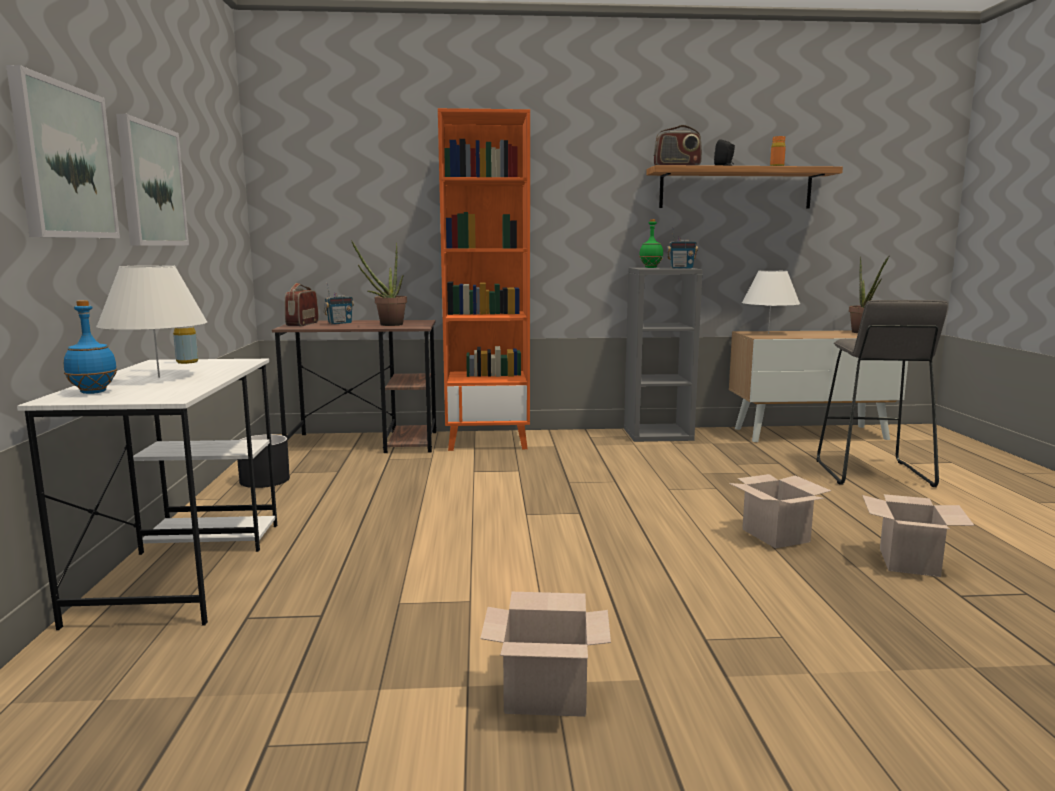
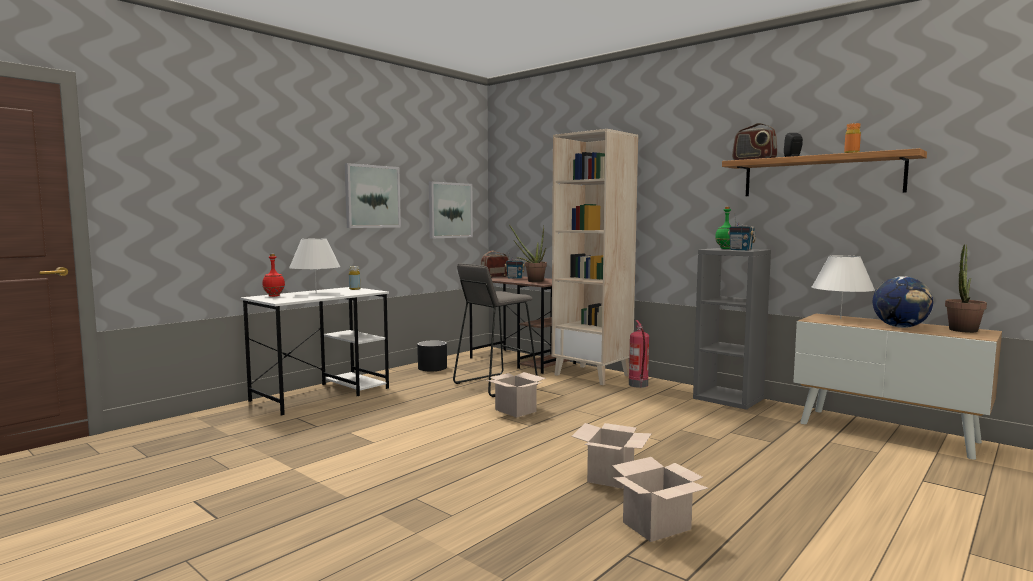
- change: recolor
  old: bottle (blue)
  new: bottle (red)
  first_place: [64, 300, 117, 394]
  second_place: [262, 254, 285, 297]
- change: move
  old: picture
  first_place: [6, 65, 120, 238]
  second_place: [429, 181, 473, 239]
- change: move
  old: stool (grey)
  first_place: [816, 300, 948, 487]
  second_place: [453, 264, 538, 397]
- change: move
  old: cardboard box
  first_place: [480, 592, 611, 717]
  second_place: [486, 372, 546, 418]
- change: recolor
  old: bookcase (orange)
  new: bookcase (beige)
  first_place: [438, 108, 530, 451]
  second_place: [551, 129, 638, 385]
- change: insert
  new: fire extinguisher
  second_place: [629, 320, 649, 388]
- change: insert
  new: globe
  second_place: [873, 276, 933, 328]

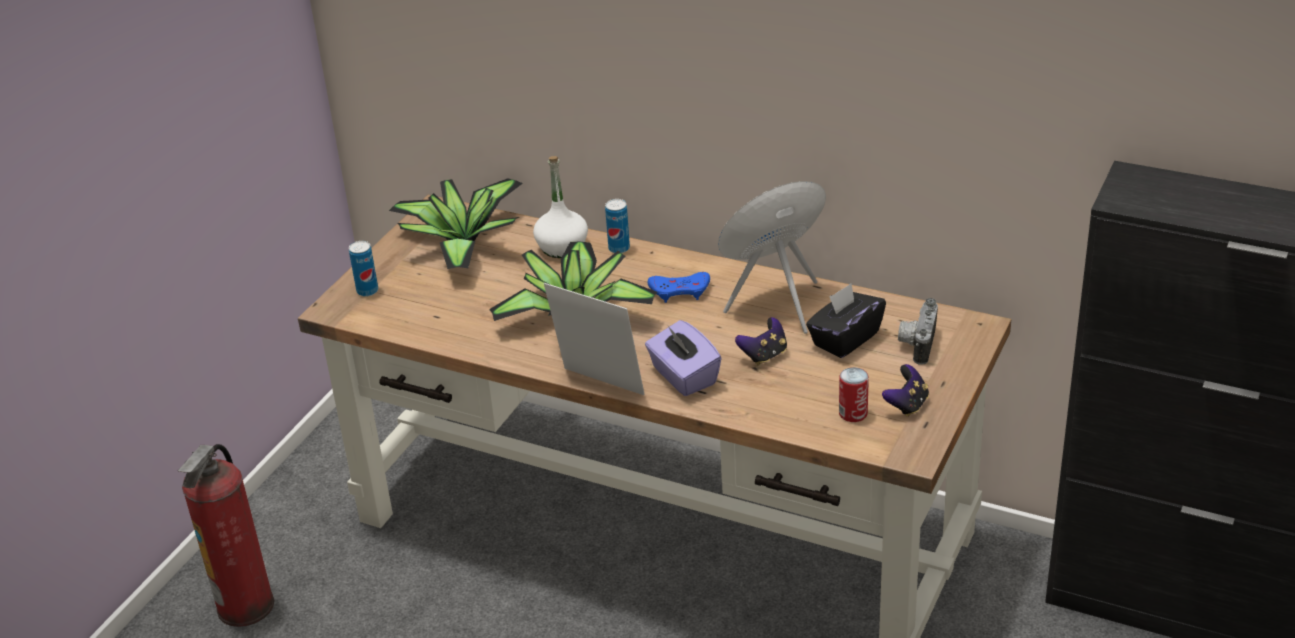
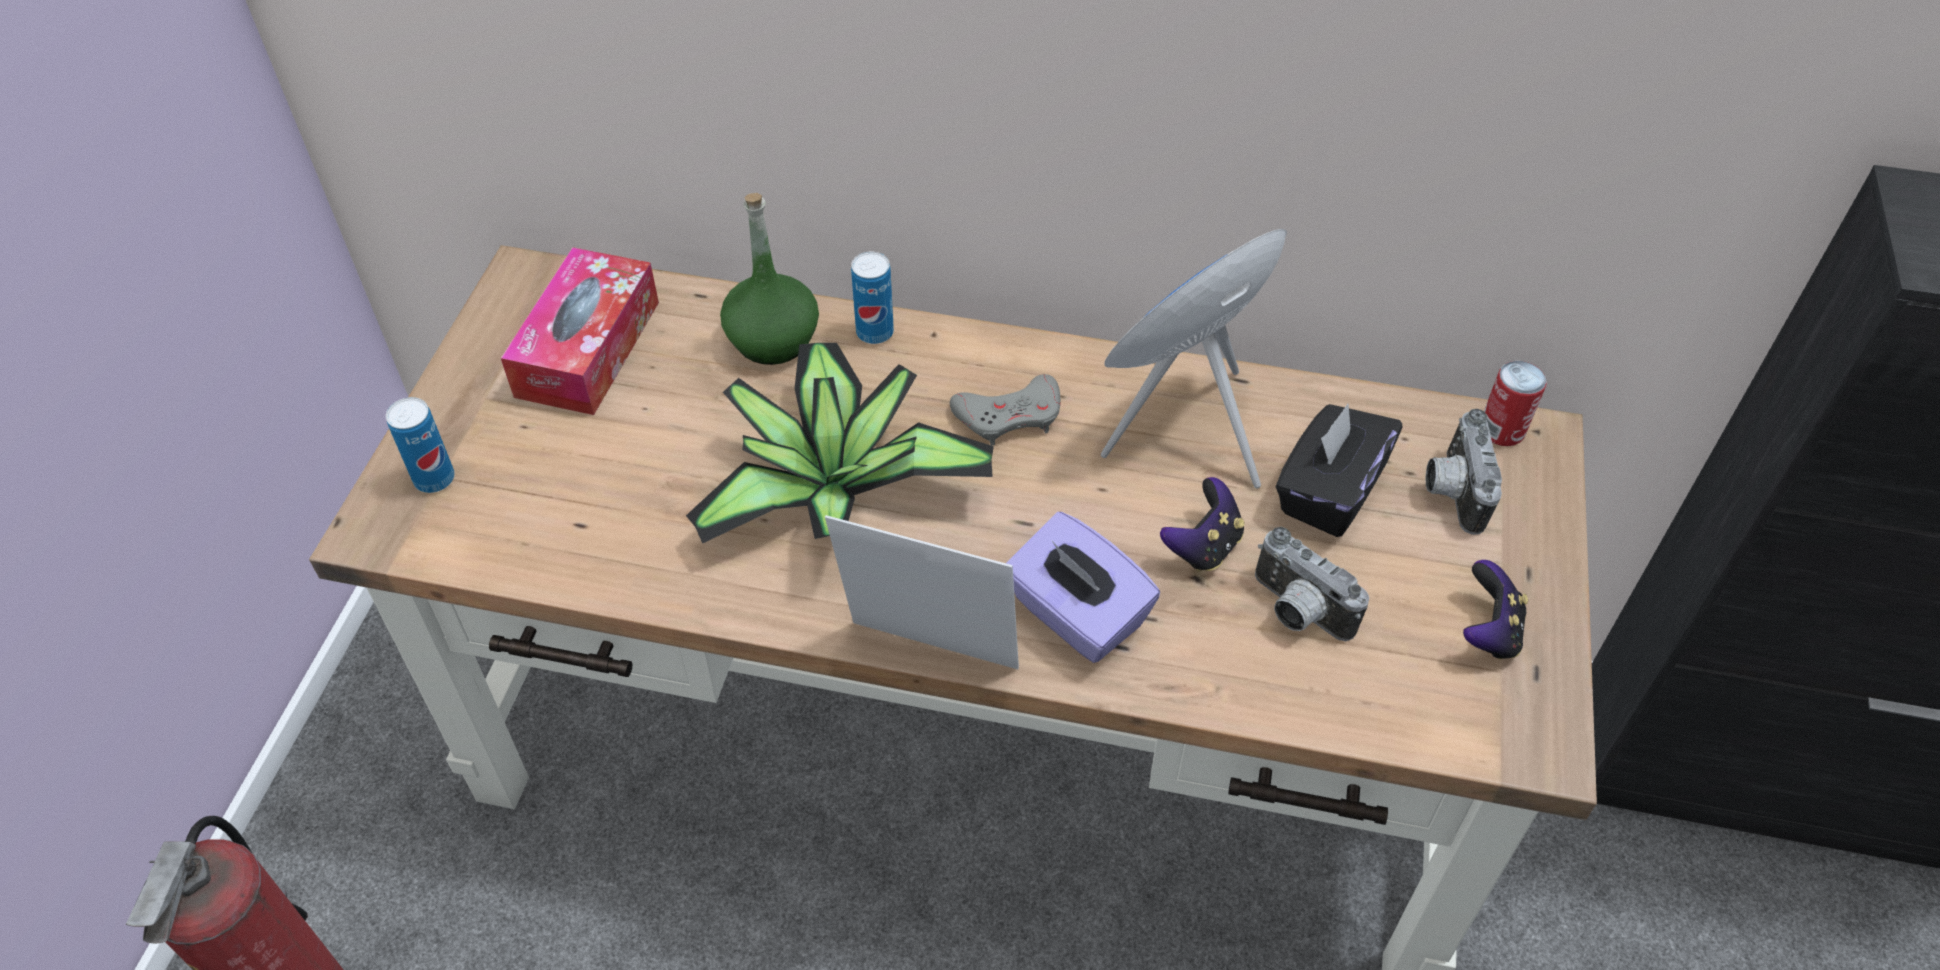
- change: replace
  old: potted plant
  new: tissue box
  first_place: [389, 178, 523, 269]
  second_place: [501, 247, 659, 415]
- change: recolor
  old: bottle (white)
  new: bottle (green)
  first_place: [533, 156, 588, 258]
  second_place: [720, 193, 819, 365]
- change: recolor
  old: game controller (blue)
  new: game controller (grey)
  first_place: [648, 272, 710, 303]
  second_place: [950, 374, 1061, 446]
- change: insert
  new: photo camera
  second_place: [1255, 527, 1369, 641]
- change: move
  old: can
  first_place: [839, 367, 869, 422]
  second_place: [1484, 361, 1547, 446]

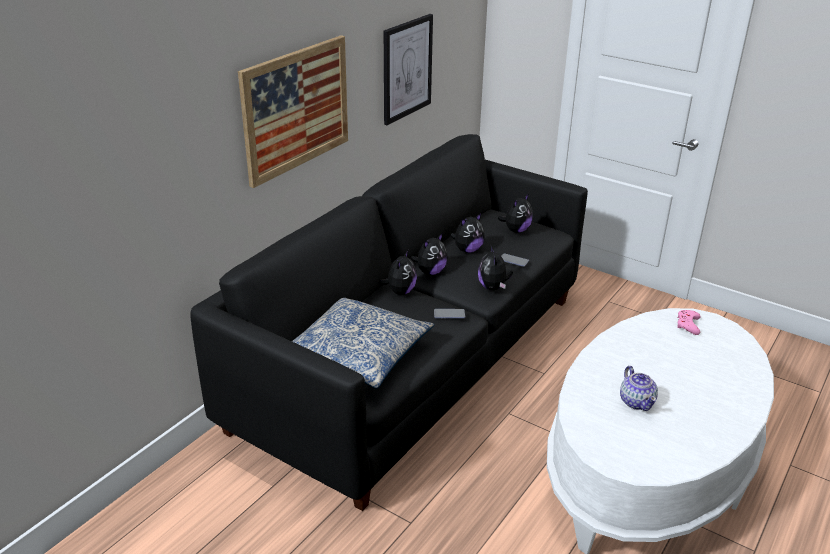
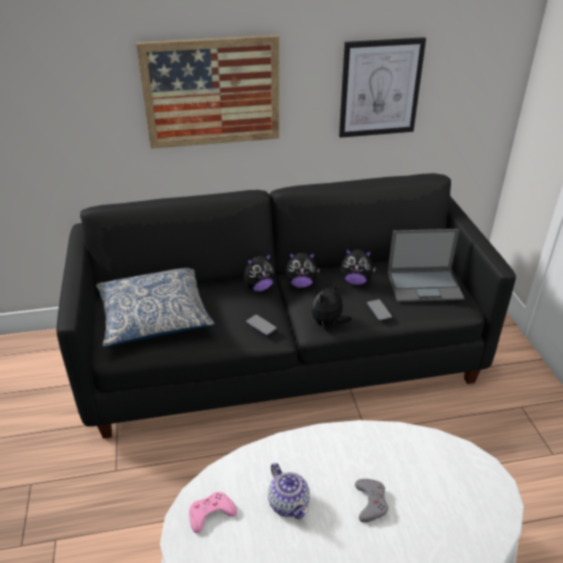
- change: move
  old: game controller (pink)
  first_place: [677, 310, 701, 335]
  second_place: [189, 492, 237, 533]
- change: rotate
  old: teapot
  first_place: [620, 366, 658, 411]
  second_place: [268, 463, 310, 519]
  degrees: -60
- change: insert
  new: game controller (grey)
  second_place: [355, 479, 388, 523]
- change: replace
  old: plush toy
  new: laptop
  first_place: [498, 193, 533, 233]
  second_place: [388, 229, 464, 302]

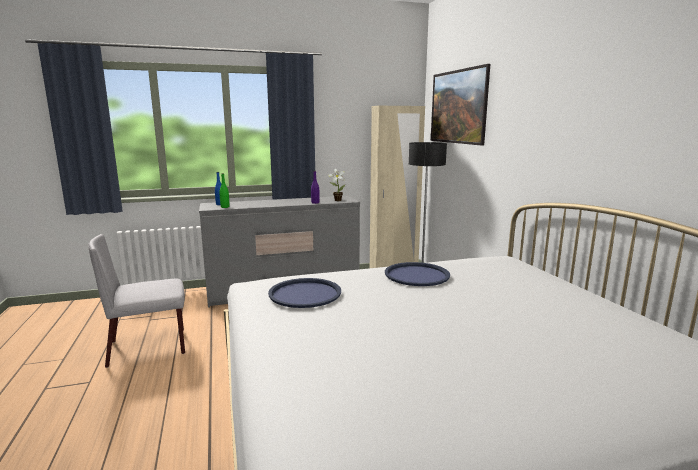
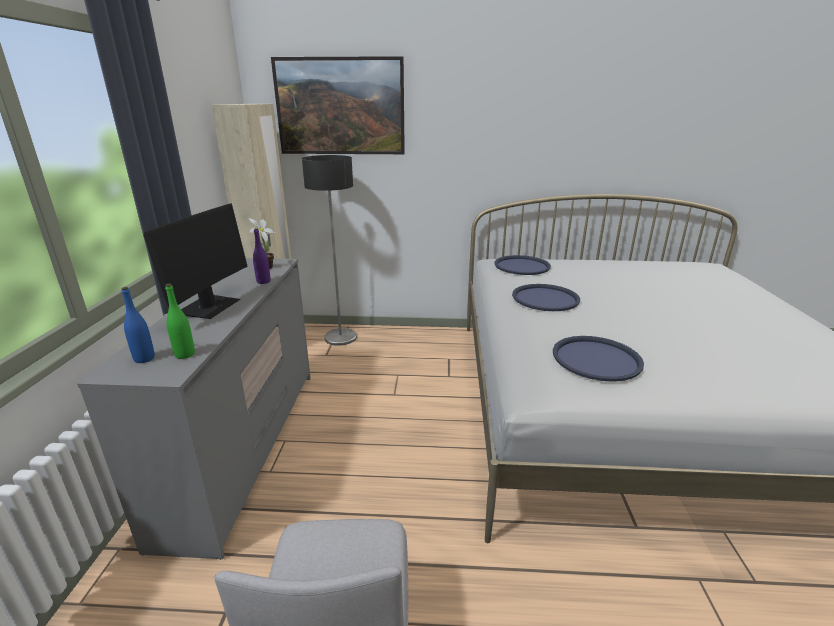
- change: insert
  new: monitor
  second_place: [144, 203, 248, 319]
- change: insert
  new: tray (blue)
  second_place: [494, 255, 551, 275]

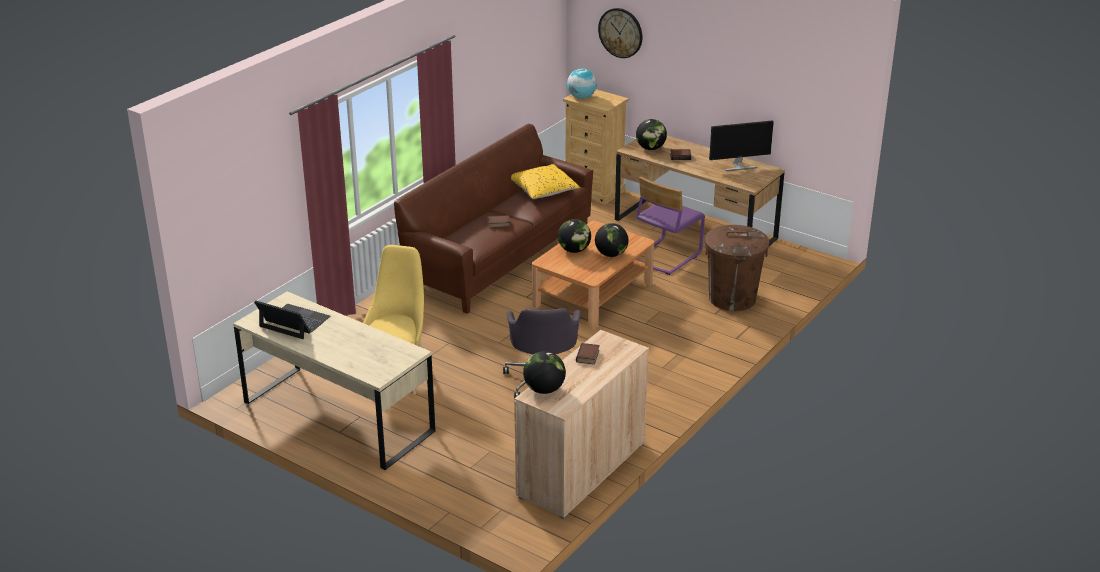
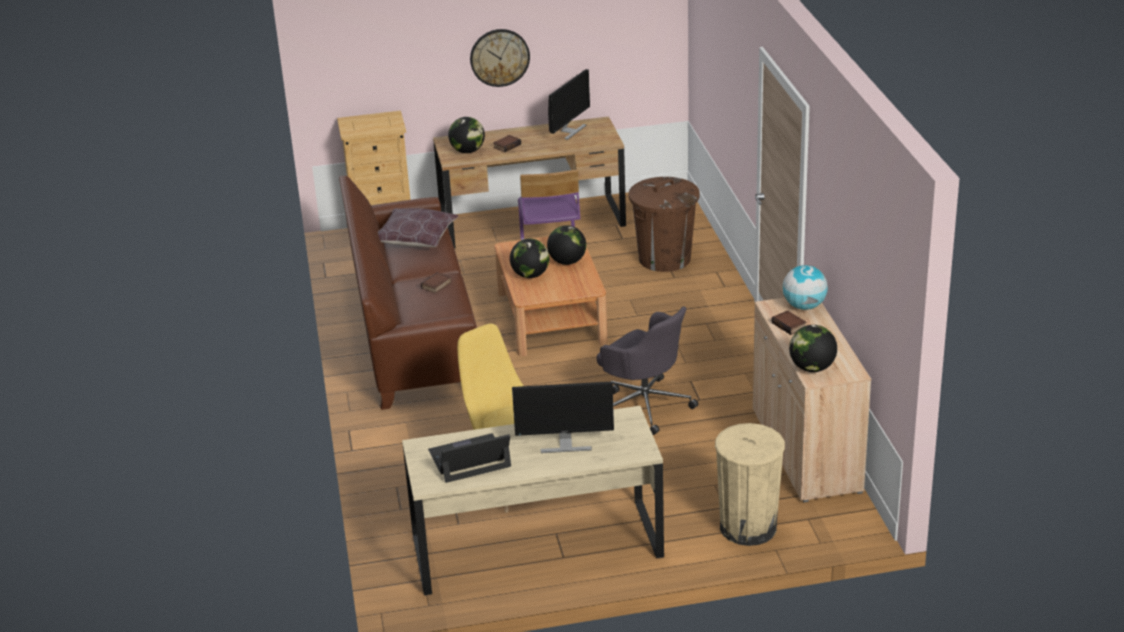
- change: recolor
  old: pillow (yellow)
  new: pillow (brown)
  first_place: [511, 164, 580, 199]
  second_place: [378, 208, 459, 247]
- change: move
  old: wall clock
  first_place: [598, 8, 642, 58]
  second_place: [470, 29, 530, 87]
- change: insert
  new: monitor
  second_place: [512, 382, 614, 453]
- change: insert
  new: trash can (beige)
  second_place: [715, 423, 785, 546]
- change: move
  old: globe
  first_place: [567, 68, 597, 99]
  second_place: [783, 265, 828, 310]

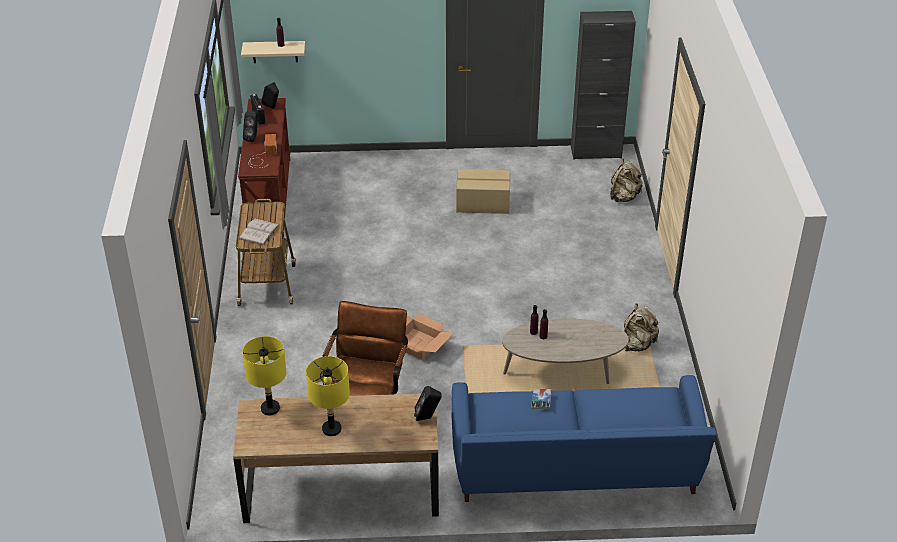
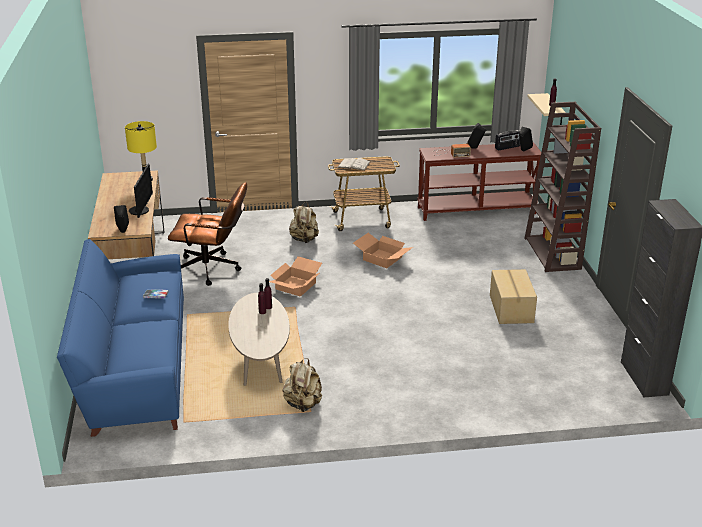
- change: insert
  new: monitor
  second_place: [129, 163, 153, 218]
- change: move
  old: backpack (beige)
  first_place: [610, 159, 643, 202]
  second_place: [289, 202, 319, 243]
- change: insert
  new: cardboard box
  second_place: [353, 233, 413, 268]
- change: insert
  new: bookcase (brown)
  second_place: [524, 102, 601, 272]
- change: delete
  old: table lamp (yellow)
  first_place: [306, 356, 350, 436]

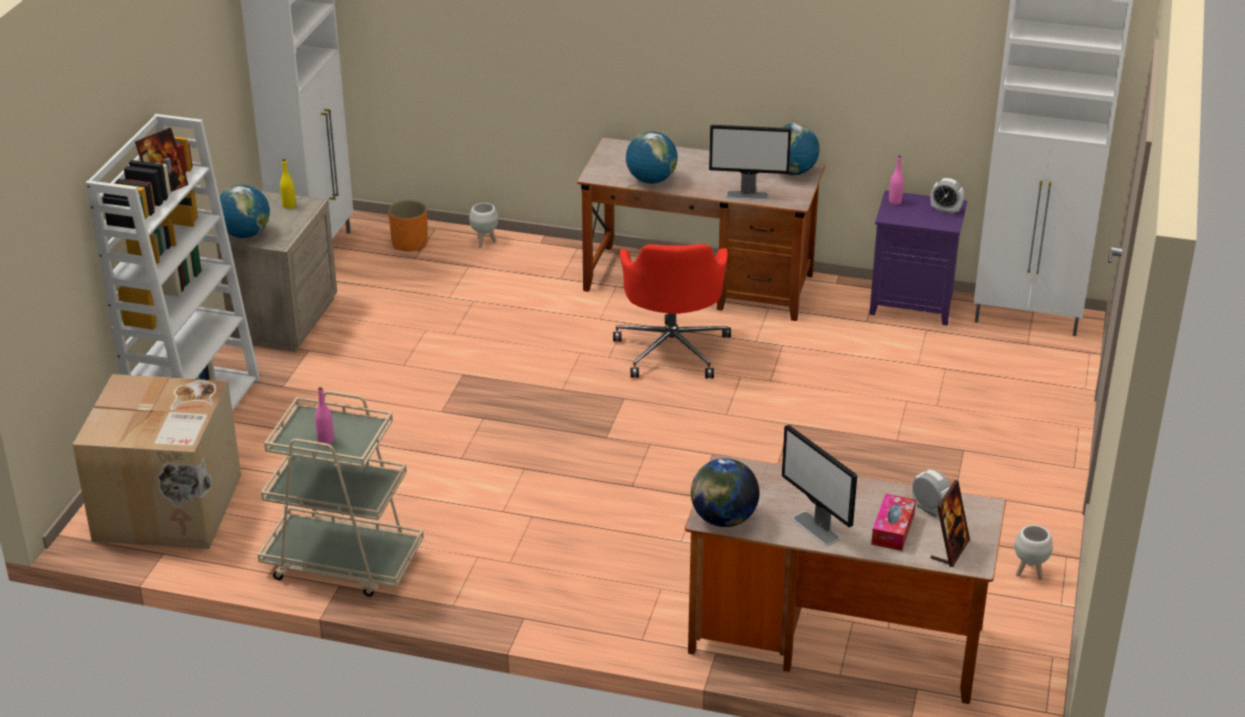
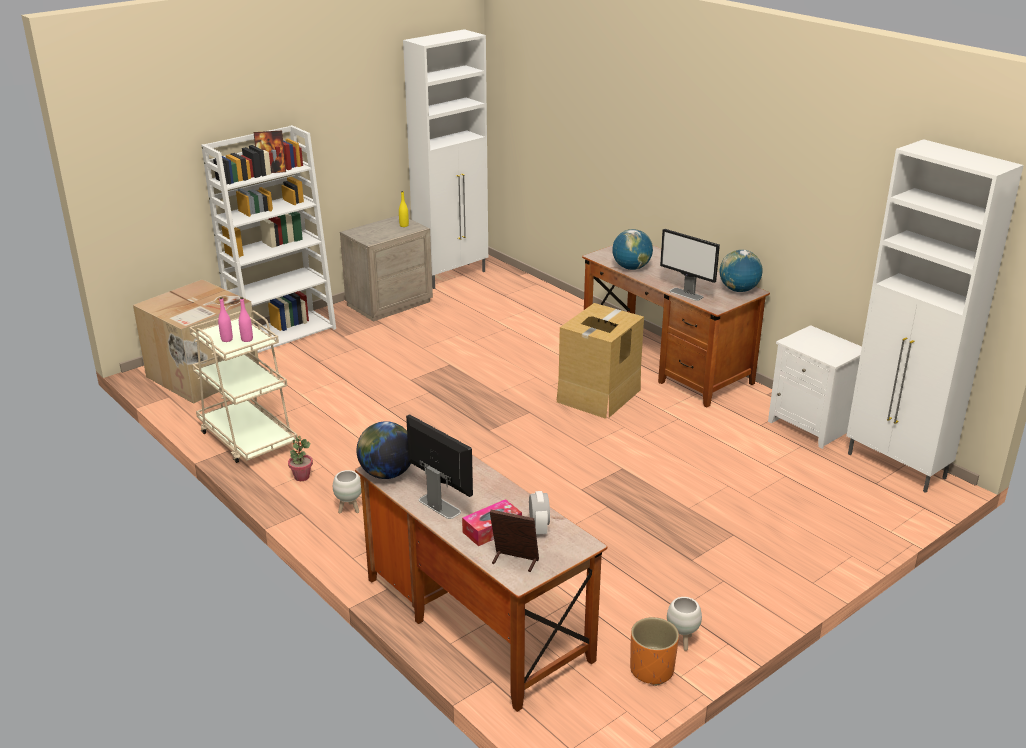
- change: move
  old: bottle (pink)
  first_place: [889, 155, 904, 205]
  second_place: [239, 297, 253, 342]
- change: insert
  new: potted plant
  second_place: [288, 436, 313, 481]
- change: move
  old: planter (white)
  first_place: [469, 203, 498, 248]
  second_place: [333, 470, 361, 513]
- change: rotate
  old: monitor
  first_place: [782, 424, 857, 546]
  second_place: [406, 414, 473, 519]
  degrees: 135
- change: rotate
  old: picture frame
  first_place: [930, 480, 970, 567]
  second_place: [490, 510, 539, 572]
  degrees: -135
- change: replace
  old: office chair (red)
  new: cardboard box
  first_place: [613, 244, 731, 379]
  second_place: [557, 303, 644, 419]
- change: move
  old: planter (orange)
  first_place: [388, 200, 428, 251]
  second_place: [630, 617, 679, 686]
- change: recolor
  old: nightstand (purple)
  new: nightstand (white)
  first_place: [869, 190, 967, 326]
  second_place: [768, 325, 862, 449]
- change: delete
  old: globe
  first_place: [220, 184, 270, 238]
- change: delete
  old: alarm clock
  first_place: [931, 178, 964, 214]

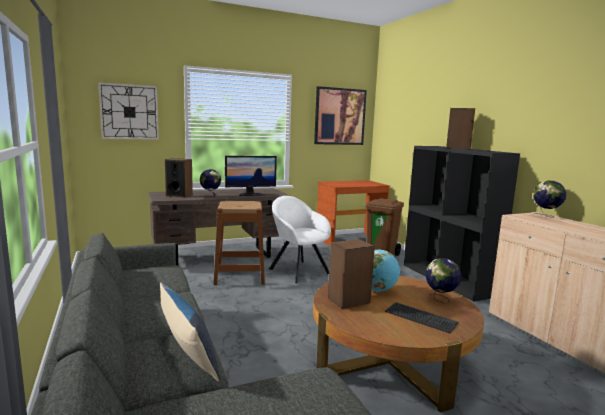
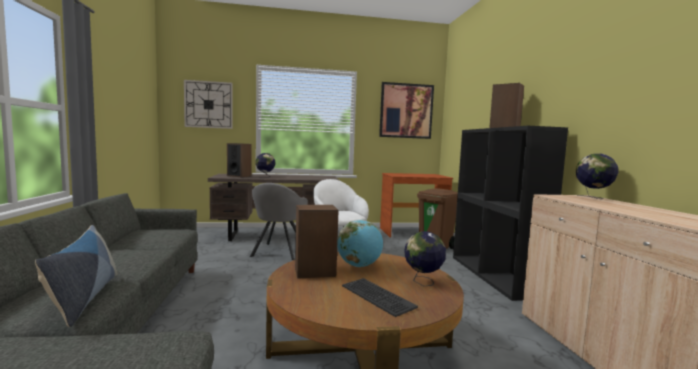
- change: replace
  old: stool (brown)
  new: armchair (grey)
  first_place: [213, 201, 265, 285]
  second_place: [249, 183, 308, 260]
- change: delete
  old: monitor
  first_place: [225, 156, 277, 196]

